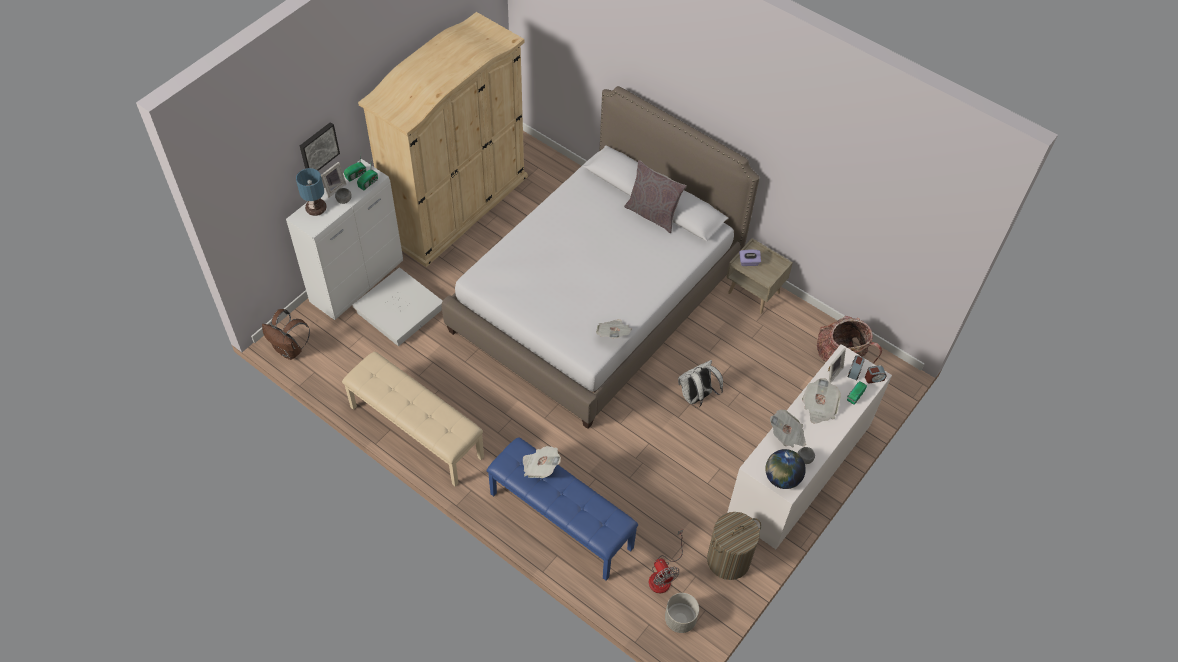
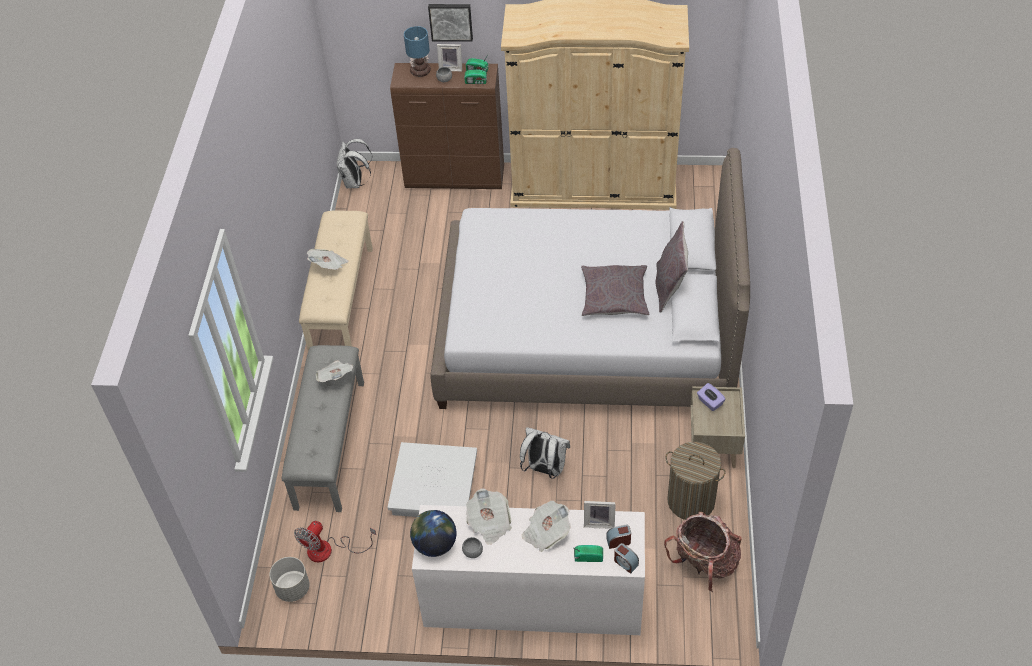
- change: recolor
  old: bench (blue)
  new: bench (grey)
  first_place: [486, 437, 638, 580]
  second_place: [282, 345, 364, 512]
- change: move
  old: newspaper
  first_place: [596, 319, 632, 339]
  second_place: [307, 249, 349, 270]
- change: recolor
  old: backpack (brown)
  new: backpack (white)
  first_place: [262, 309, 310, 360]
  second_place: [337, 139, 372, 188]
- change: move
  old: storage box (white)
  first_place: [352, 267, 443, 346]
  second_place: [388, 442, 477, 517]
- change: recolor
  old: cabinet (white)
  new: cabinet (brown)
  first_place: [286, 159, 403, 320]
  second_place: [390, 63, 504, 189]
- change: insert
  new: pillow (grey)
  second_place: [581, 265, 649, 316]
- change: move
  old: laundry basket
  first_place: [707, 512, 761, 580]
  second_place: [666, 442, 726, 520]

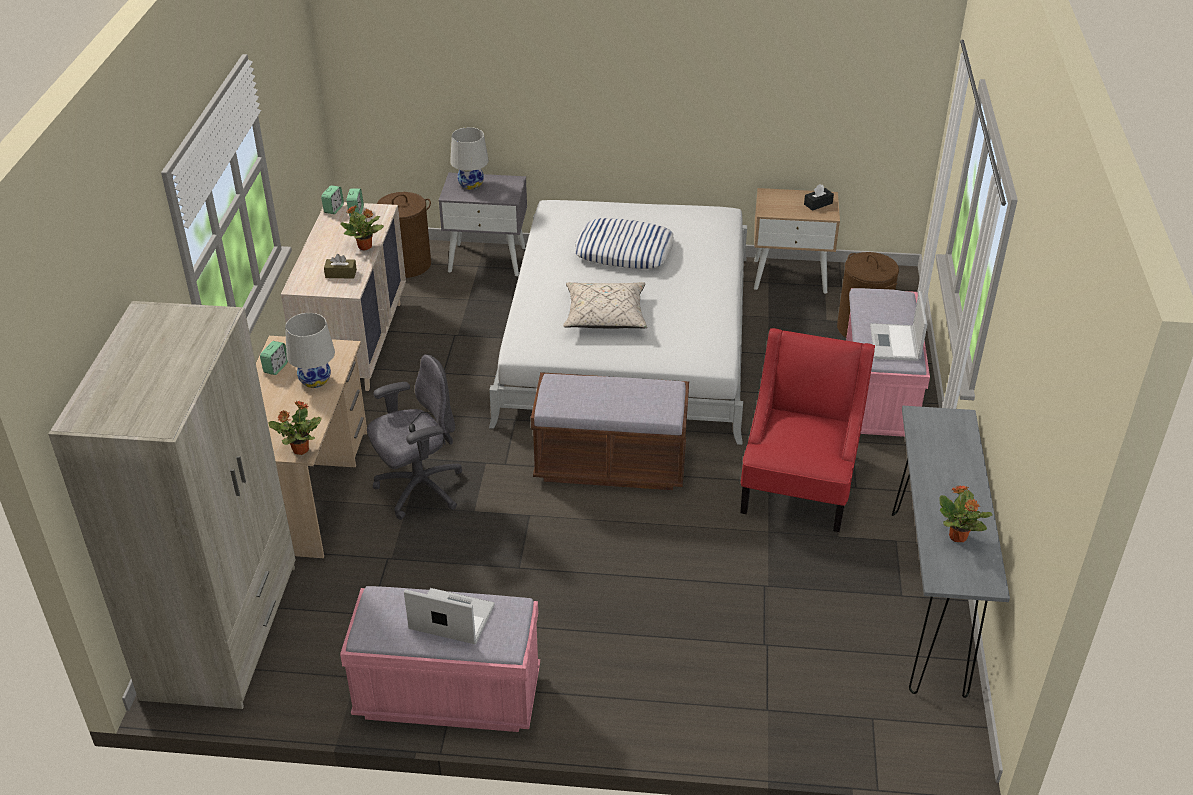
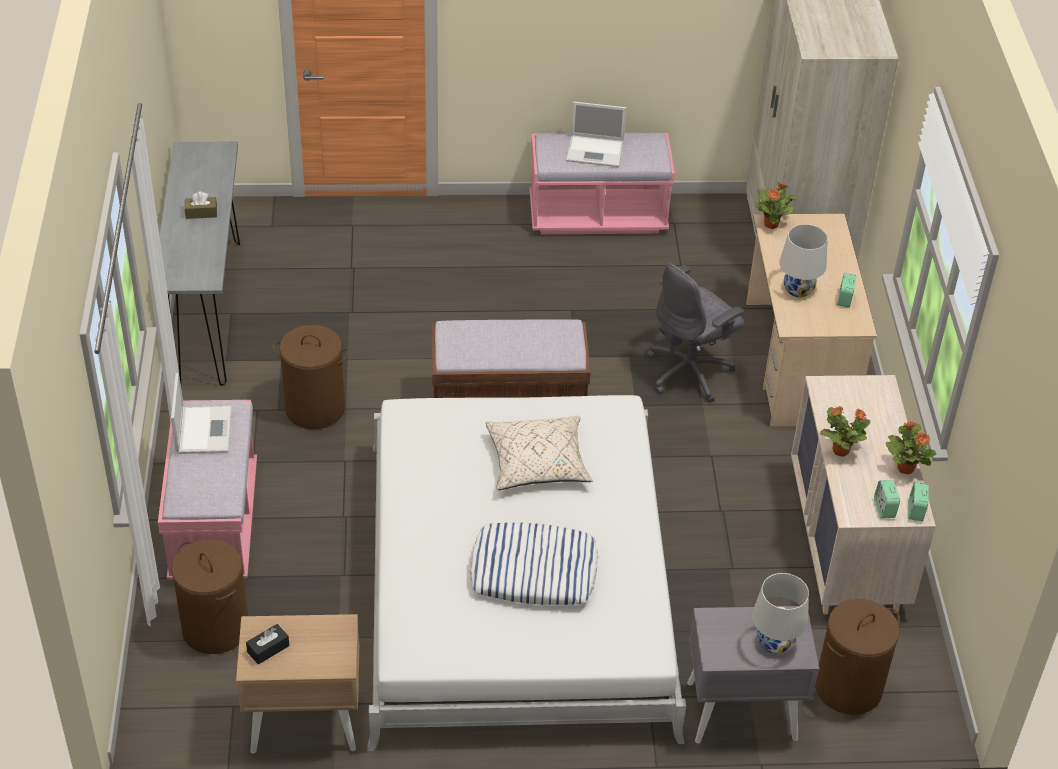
- change: move
  old: tissue box (brown)
  first_place: [324, 254, 357, 279]
  second_place: [185, 191, 217, 219]
- change: replace
  old: armchair (red)
  new: laundry basket (brown)
  first_place: [740, 328, 875, 532]
  second_place: [272, 325, 349, 429]
- change: move
  old: potted plant
  first_place: [939, 485, 992, 542]
  second_place: [886, 421, 936, 474]

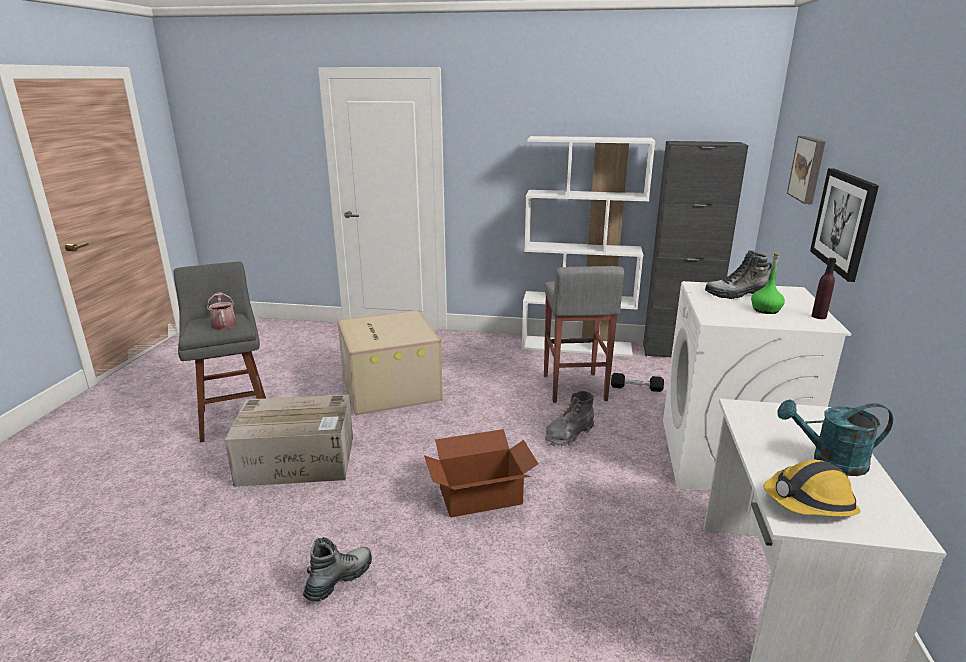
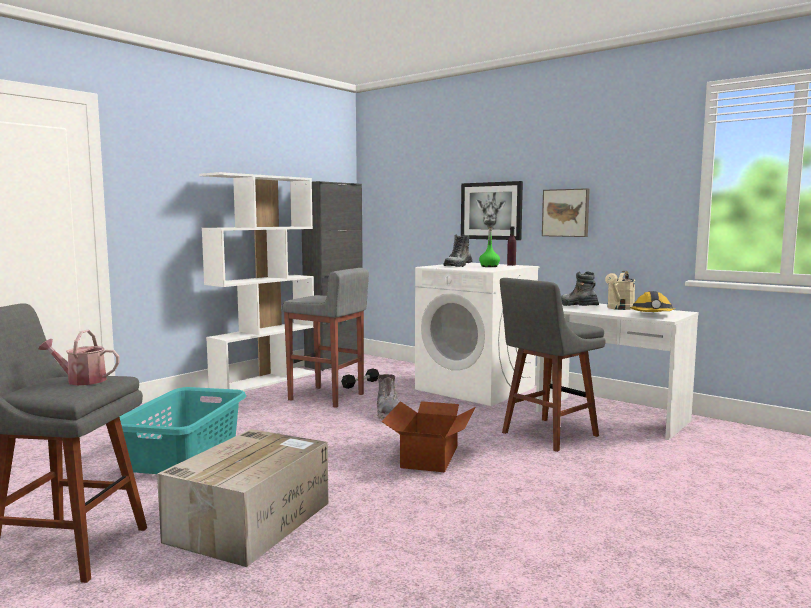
- change: replace
  old: cardboard box
  new: laundry basket (turquoise)
  first_place: [337, 310, 443, 416]
  second_place: [120, 387, 246, 474]
- change: insert
  new: stool (grey)
  second_place: [500, 278, 606, 452]
- change: move
  old: picture
  first_place: [787, 136, 826, 204]
  second_place: [542, 188, 590, 237]
- change: move
  old: boot
  first_place: [303, 537, 372, 602]
  second_place: [561, 272, 599, 306]
- change: recolor
  old: watering can (turquoise)
  new: watering can (beige)
  first_place: [777, 400, 893, 476]
  second_place: [605, 271, 635, 310]

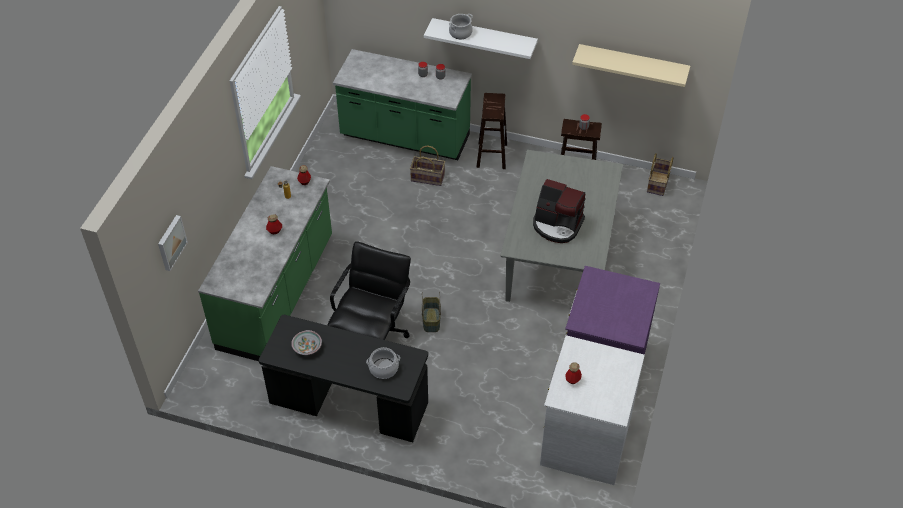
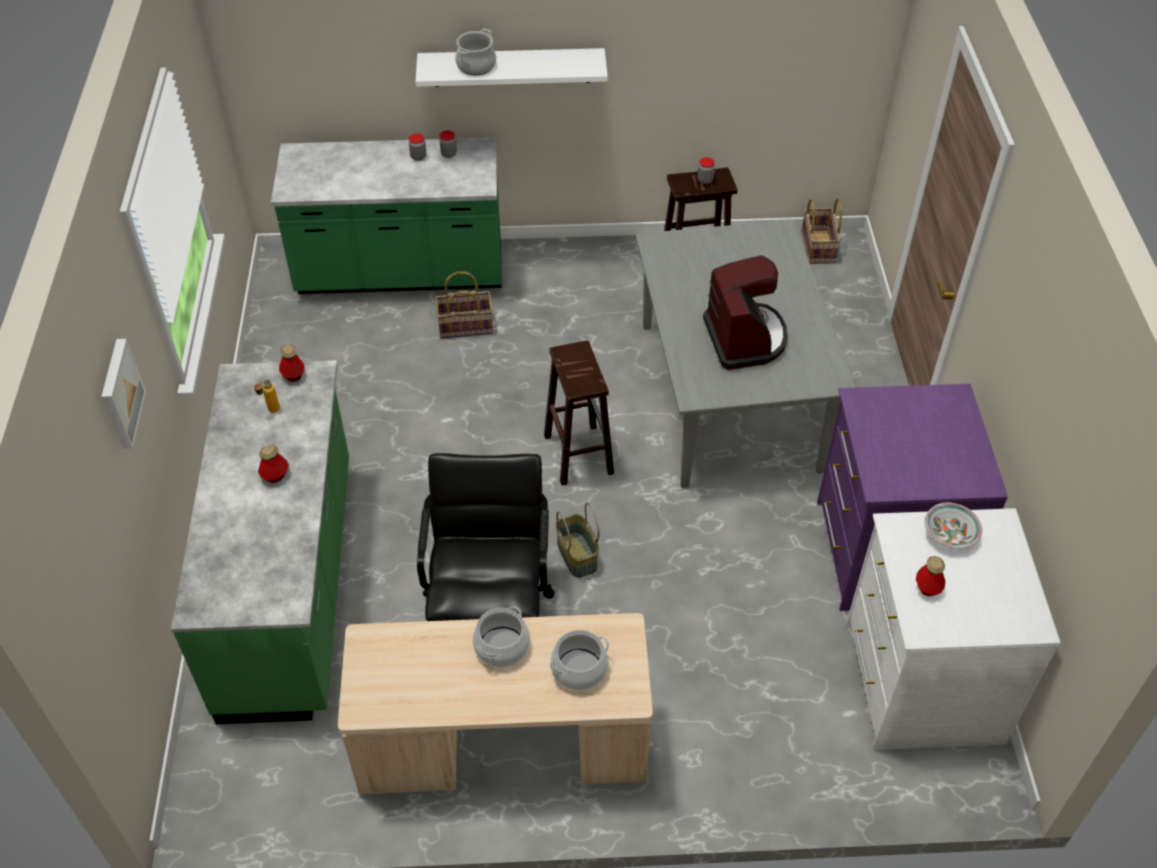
- change: move
  old: picture
  first_place: [158, 215, 188, 271]
  second_place: [101, 339, 146, 449]
- change: recolor
  old: desk (black)
  new: desk (beige)
  first_place: [259, 315, 428, 442]
  second_place: [338, 613, 653, 794]
- change: insert
  new: cooking pot
  second_place: [472, 606, 530, 668]
- change: move
  old: stool (brown)
  first_place: [476, 93, 507, 169]
  second_place: [544, 340, 614, 486]
- change: rotate
  old: coffee machine
  first_place: [533, 179, 585, 243]
  second_place: [703, 255, 787, 370]
  degrees: -105
- change: move
  old: bowl
  first_place: [291, 330, 322, 355]
  second_place: [925, 502, 982, 549]
- change: delete
  old: shelf (beige)
  first_place: [572, 44, 690, 87]

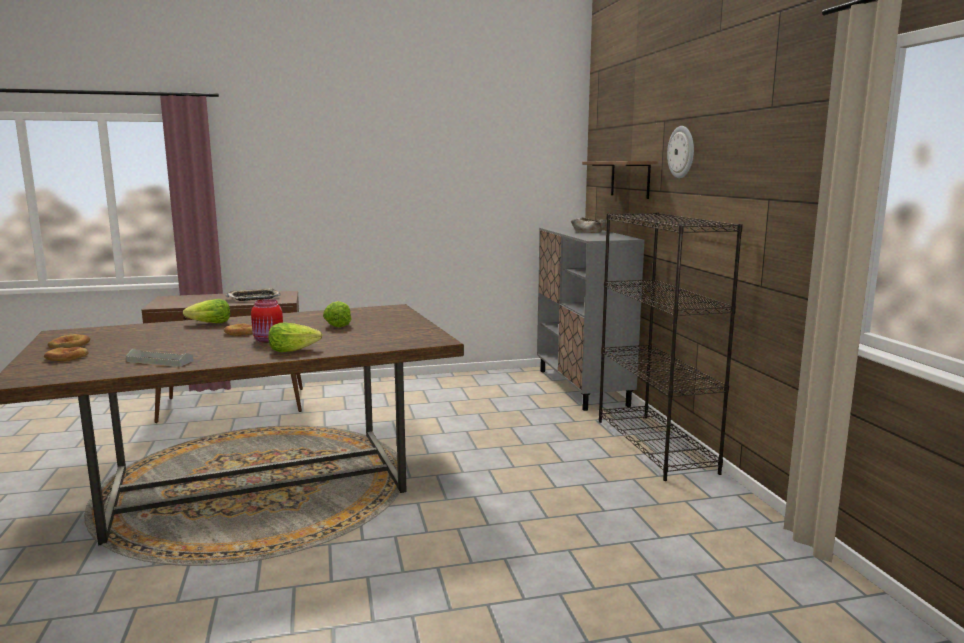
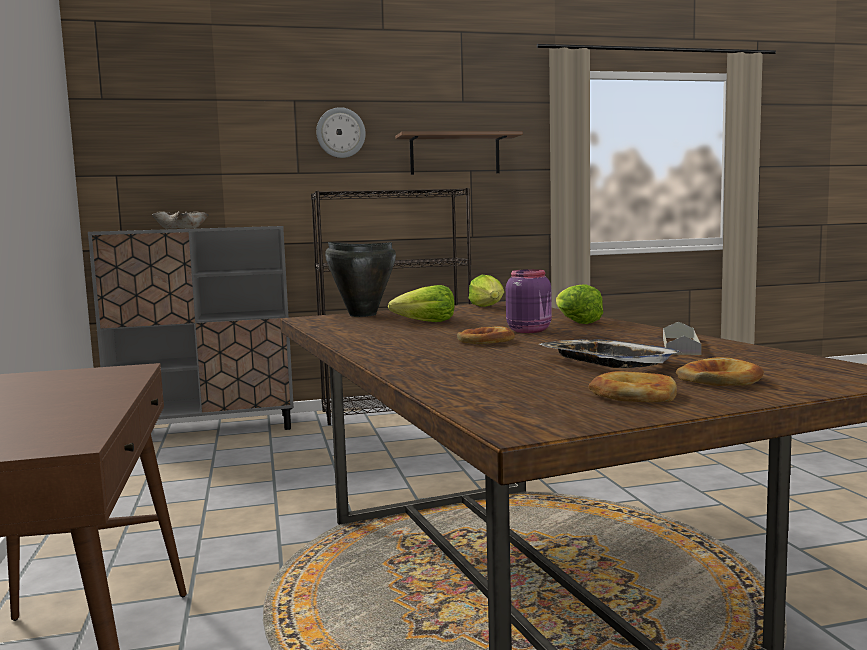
- change: insert
  new: cooking pot (black)
  second_place: [325, 242, 396, 317]
- change: move
  old: shelf
  first_place: [582, 161, 657, 199]
  second_place: [395, 131, 523, 175]
- change: move
  old: lettuce
  first_place: [183, 299, 230, 323]
  second_place: [469, 275, 504, 307]
- change: recolor
  old: jar (red)
  new: jar (purple)
  first_place: [251, 299, 283, 343]
  second_place: [506, 269, 552, 333]
- change: move
  old: tray
  first_place: [225, 288, 280, 301]
  second_place: [539, 339, 683, 368]

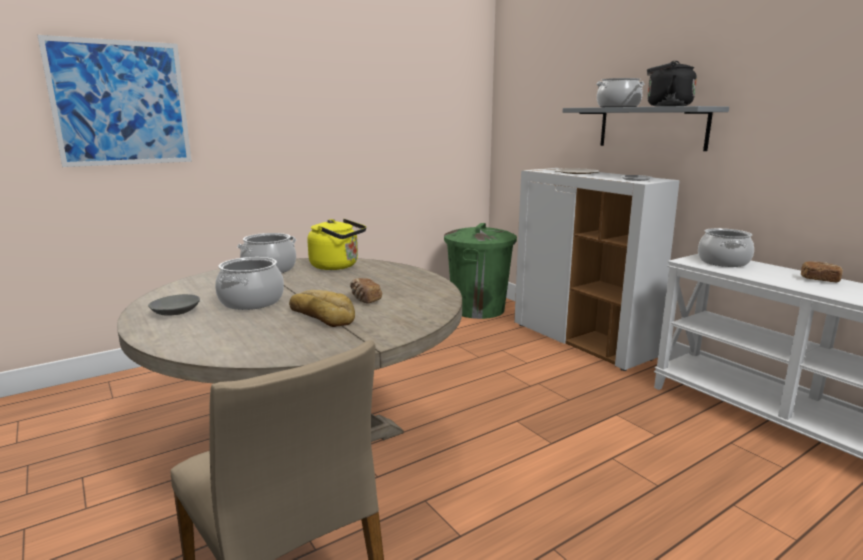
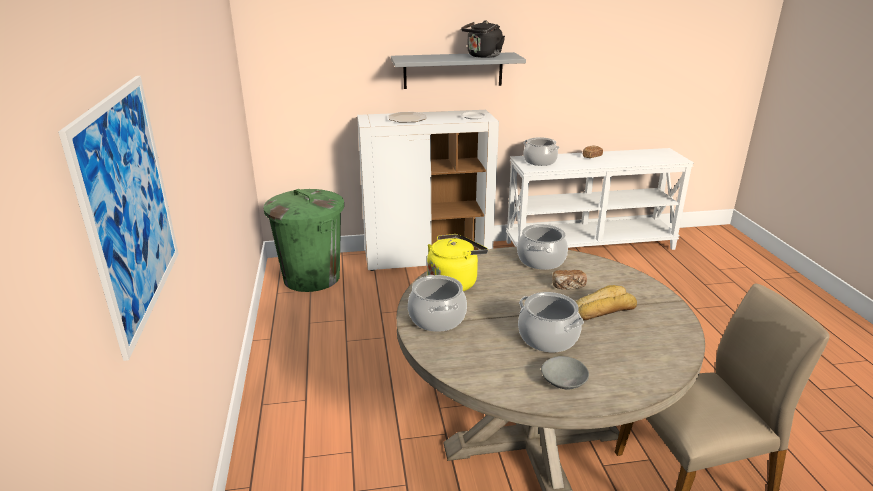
- change: move
  old: cooking pot
  first_place: [596, 78, 644, 107]
  second_place: [517, 224, 568, 270]

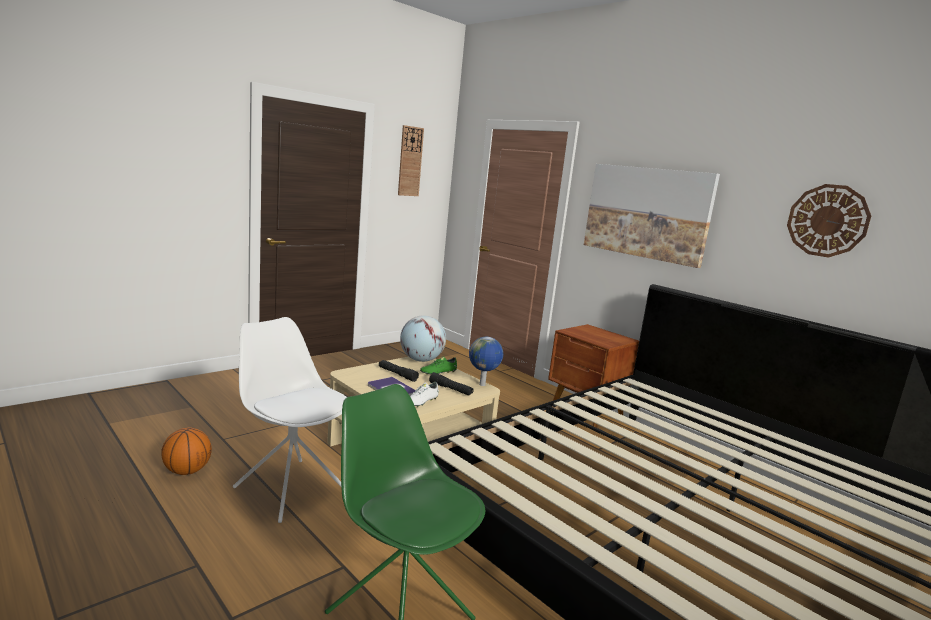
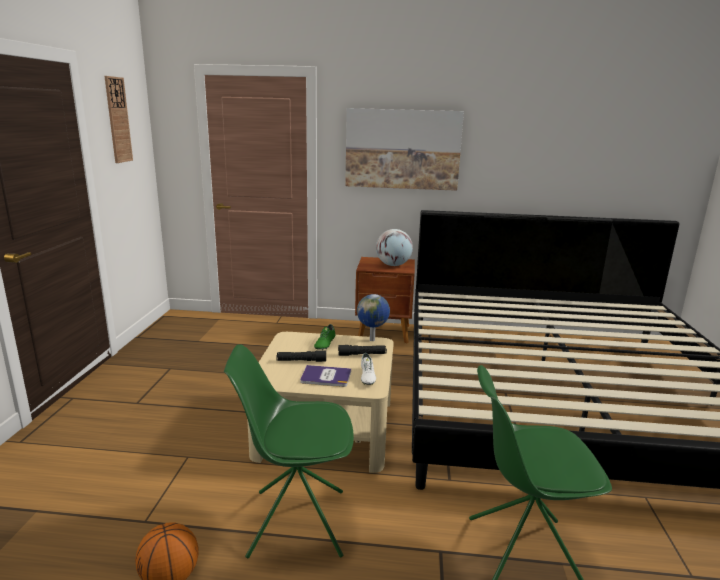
- change: recolor
  old: chair (white)
  new: chair (green)
  first_place: [233, 317, 346, 523]
  second_place: [224, 344, 354, 558]
- change: move
  old: globe
  first_place: [400, 315, 446, 362]
  second_place: [376, 229, 413, 266]
- change: delete
  old: wall clock
  first_place: [787, 184, 871, 258]

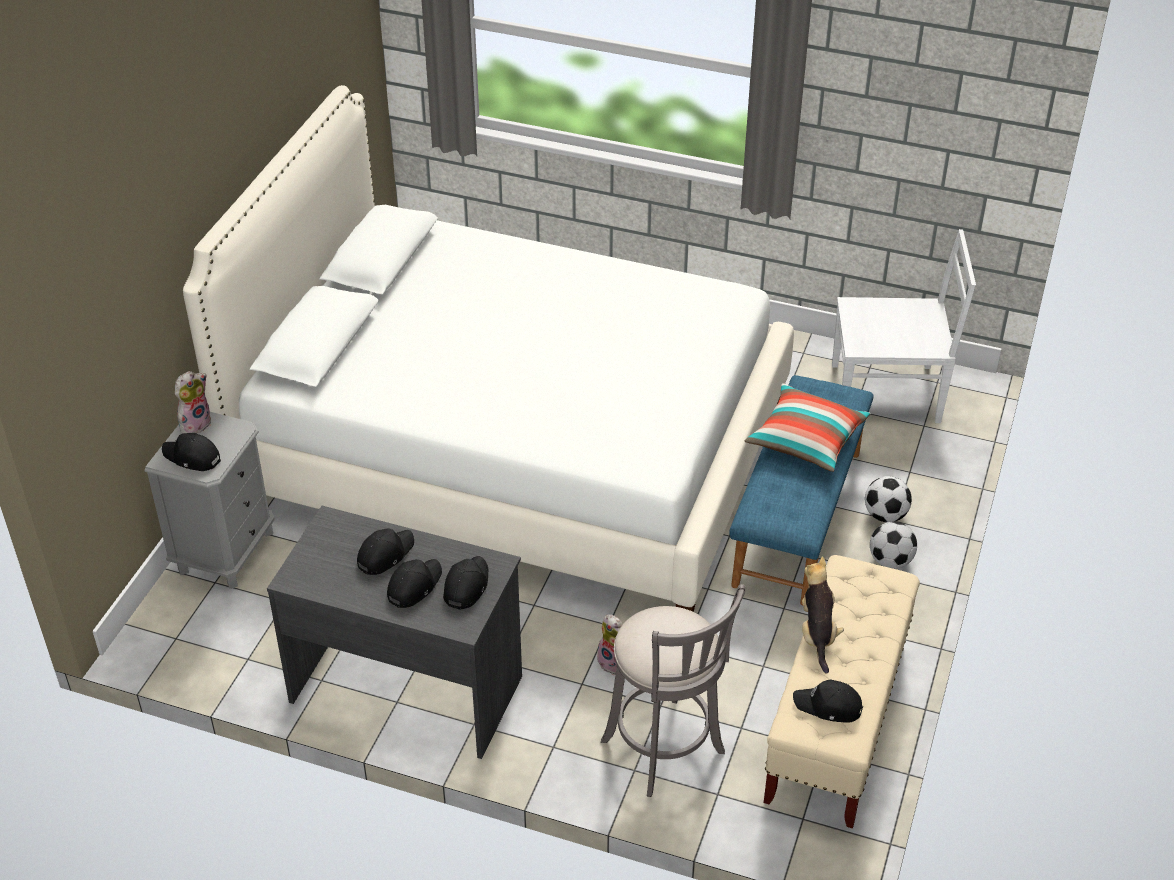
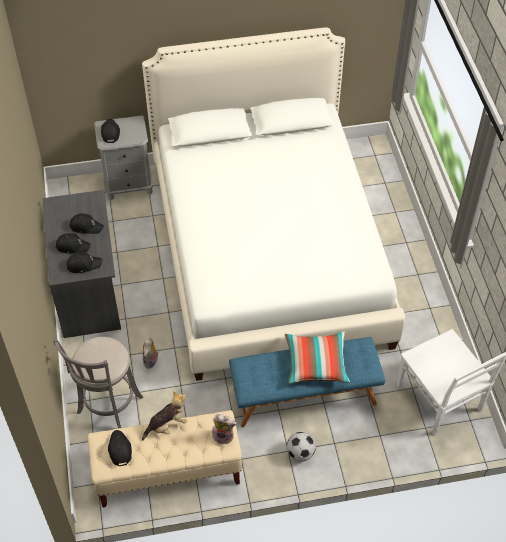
- change: move
  old: plush toy
  first_place: [175, 371, 211, 434]
  second_place: [212, 414, 237, 444]
- change: delete
  old: football
  first_place: [865, 476, 912, 523]

